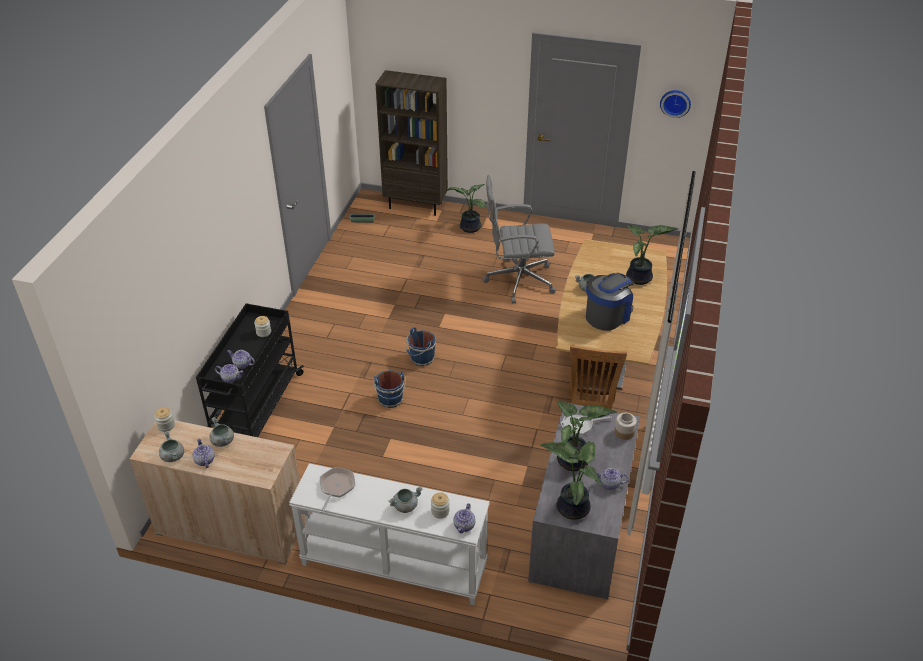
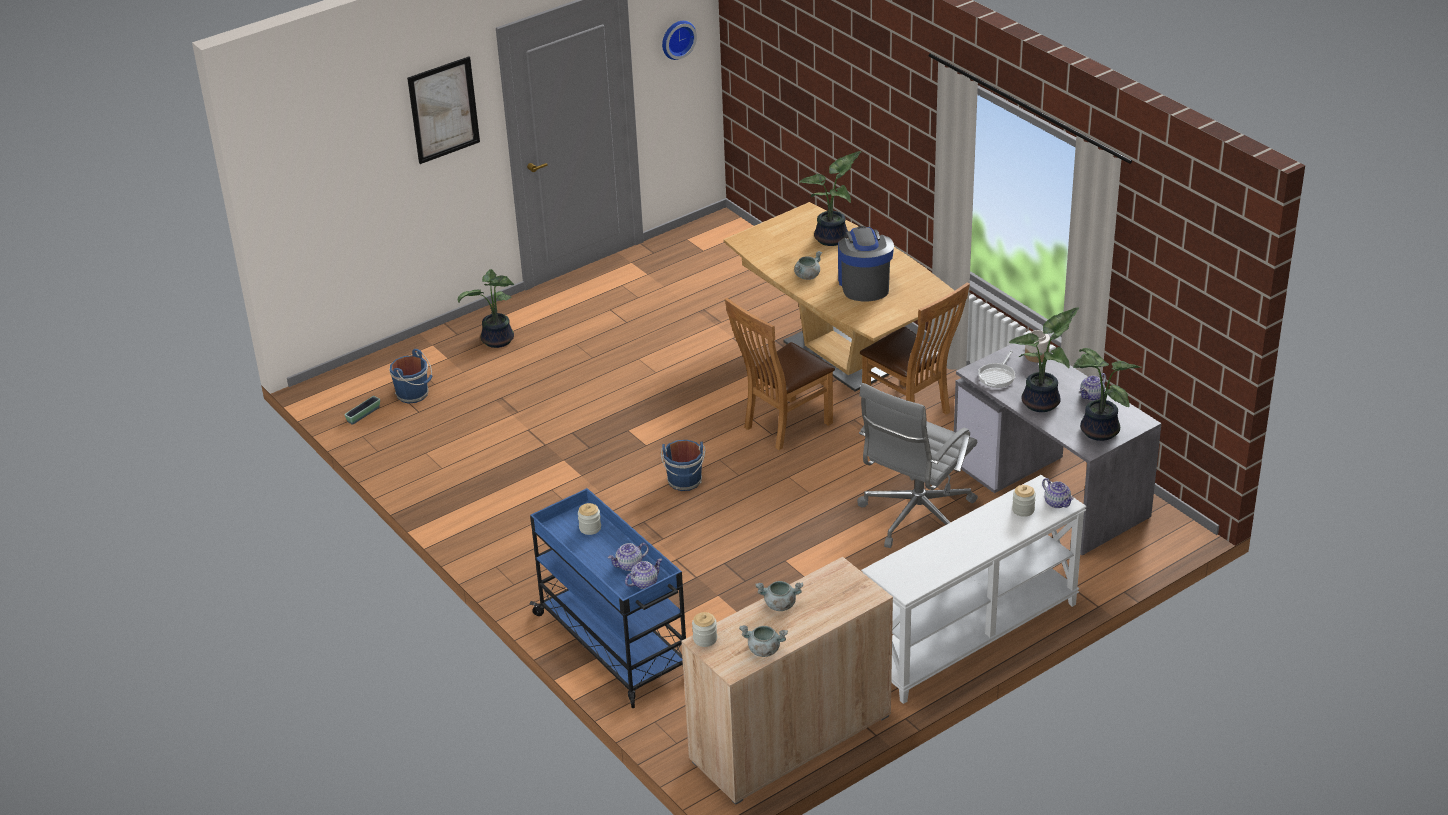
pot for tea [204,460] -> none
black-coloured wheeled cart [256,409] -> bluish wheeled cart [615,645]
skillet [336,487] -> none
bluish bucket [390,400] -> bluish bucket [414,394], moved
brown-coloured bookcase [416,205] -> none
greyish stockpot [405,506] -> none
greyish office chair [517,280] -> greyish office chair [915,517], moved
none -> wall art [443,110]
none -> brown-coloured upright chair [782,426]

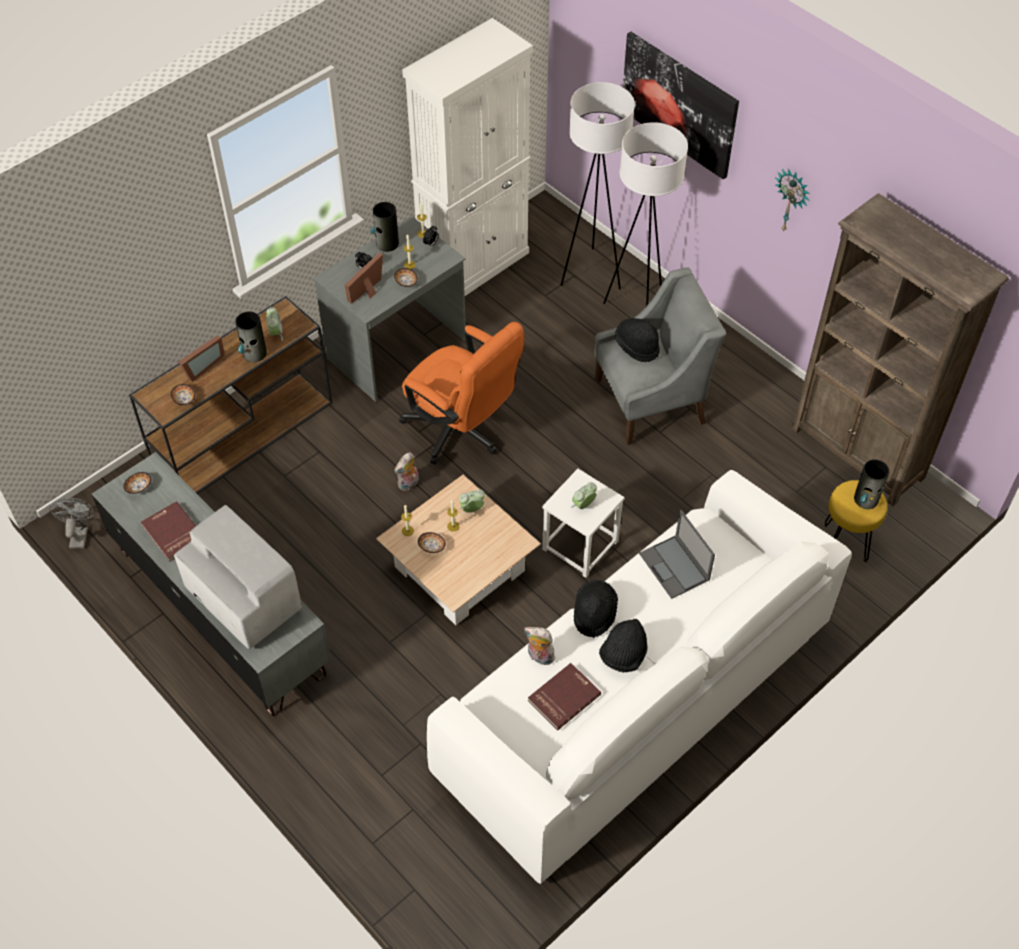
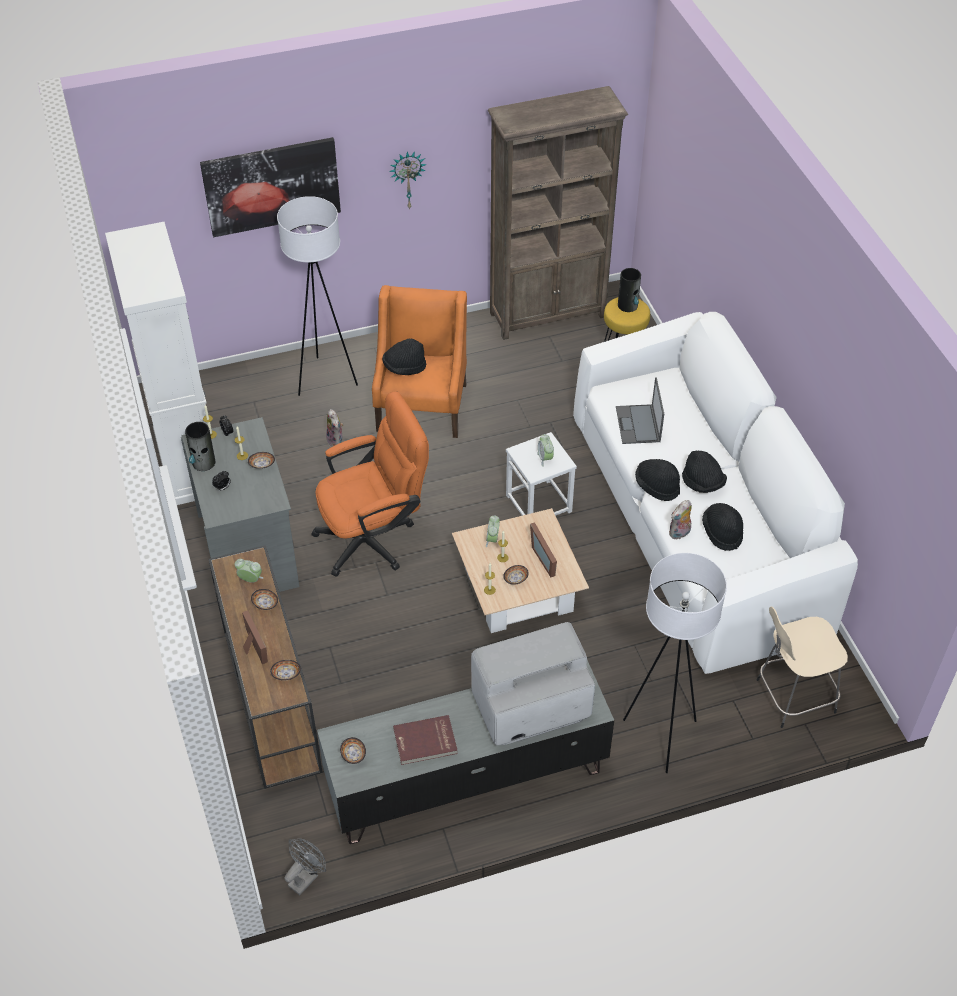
greyish electric fan [79,534] -> greyish electric fan [306,877], 105 degrees clockwise
flower vase [254,353] -> bowl [265,603]
photo frame [369,291] -> photo frame [546,558], moved
soft toy [408,484] -> soft toy [336,440], moved
red-coloured volume [563,697] -> black-coloured hat [722,533]
whitish standing lamp [591,273] -> whitish standing lamp [661,736], moved
greyish armchair [651,401] -> orangey armchair [422,406]
portable computer [675,567] -> portable computer [638,425], 90 degrees clockwise
none -> beige-coloured stool seat [792,696]

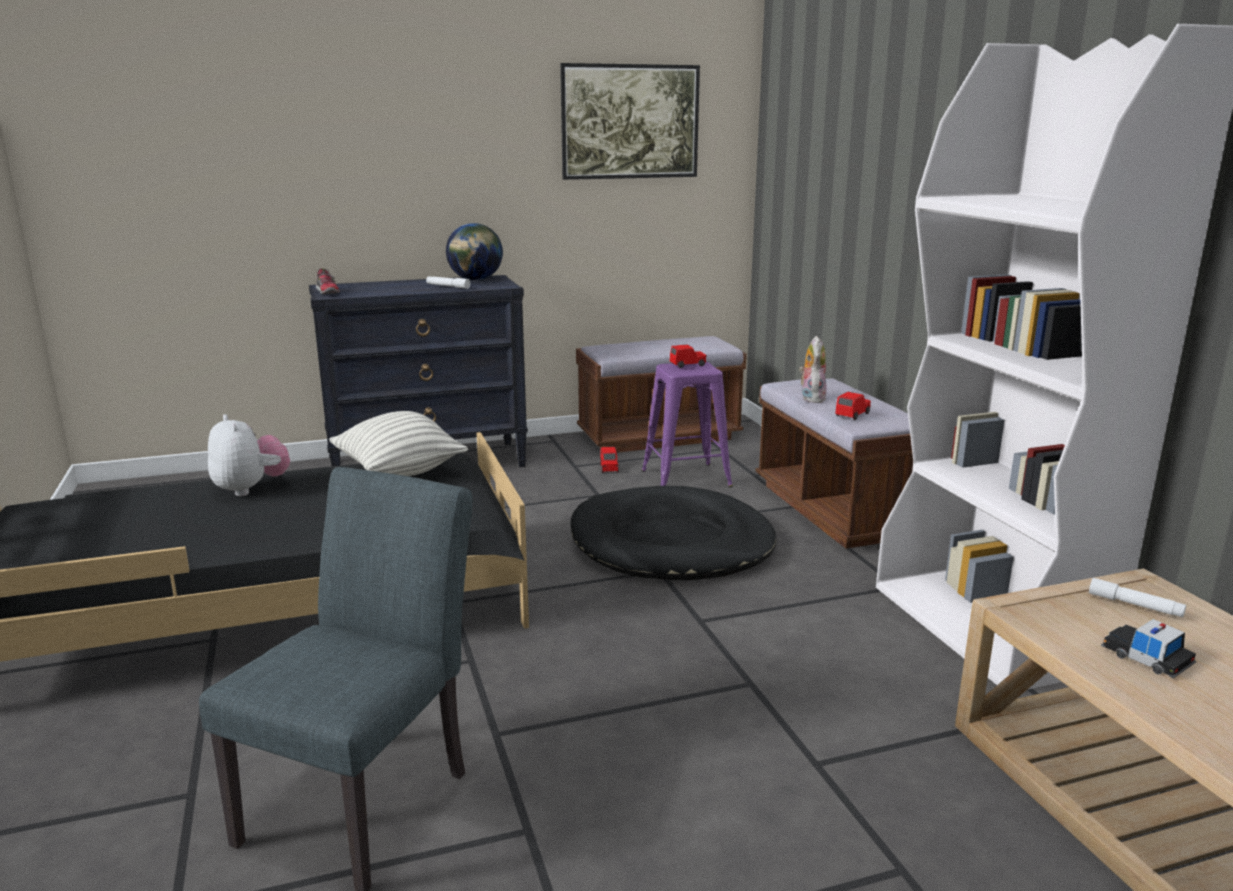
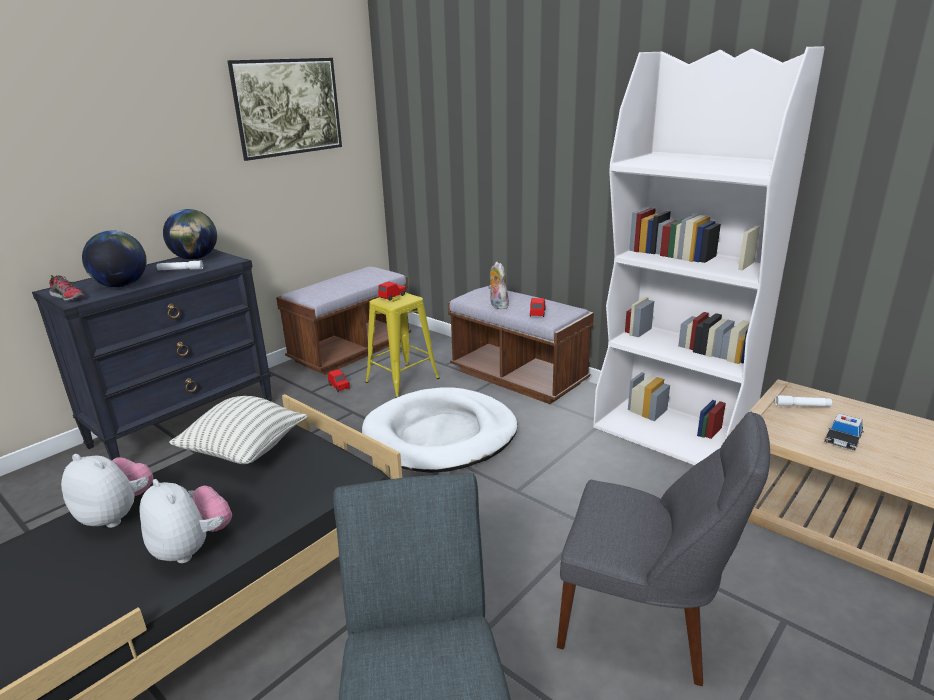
black-coloured pet bed [671,542] -> whitish pet bed [440,435]
purple-coloured stool seat [686,479] -> yellow-coloured stool seat [402,380]
model car [1146,657] -> model car [843,438], 75 degrees counterclockwise
none -> desk globe [121,285]
none -> soft toy [192,548]
none -> greyish upright chair [643,624]

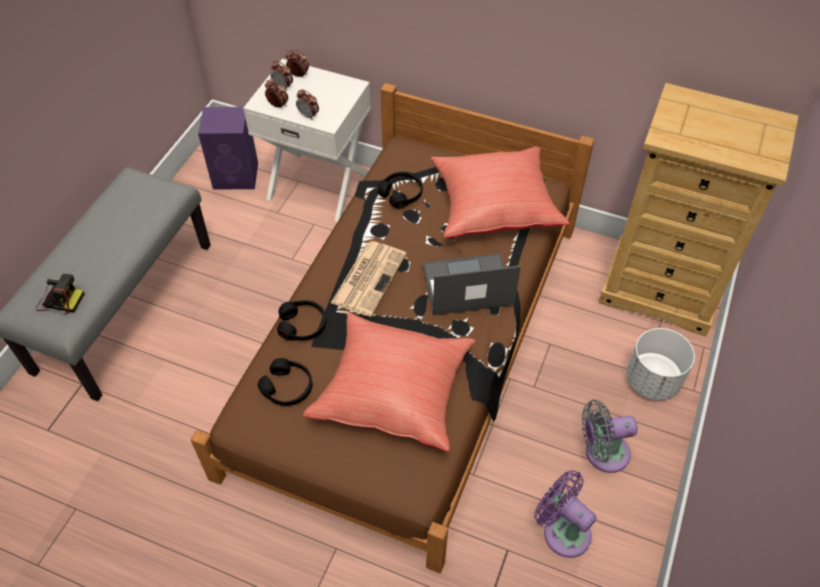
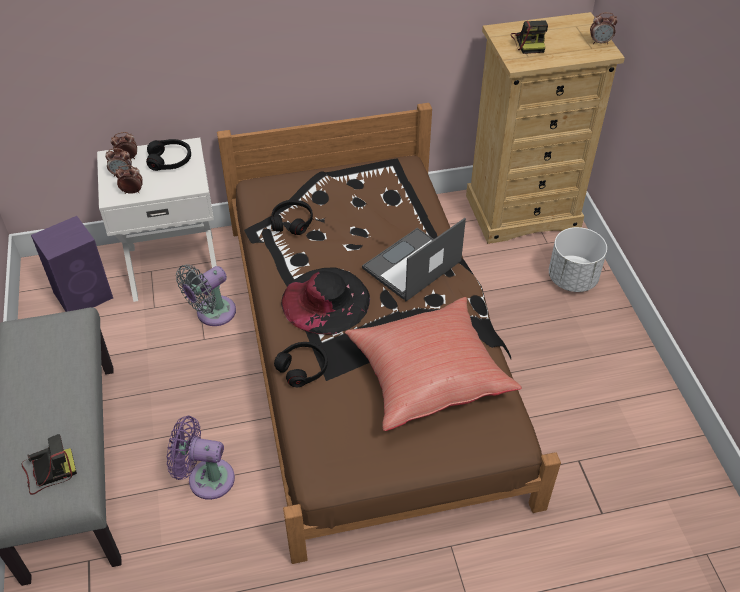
black-coloured headset [287,387] -> black-coloured headset [170,160], moved
table clock [308,115] -> table clock [600,42], moved
newspaper [369,277] -> black-coloured hat [326,300]
red-coloured cushion [494,207] -> none
purple-coloured electric fan [563,530] -> purple-coloured electric fan [206,478], moved
greyish electric fan [602,453] -> greyish electric fan [212,313], moved
none -> still camera [529,42]

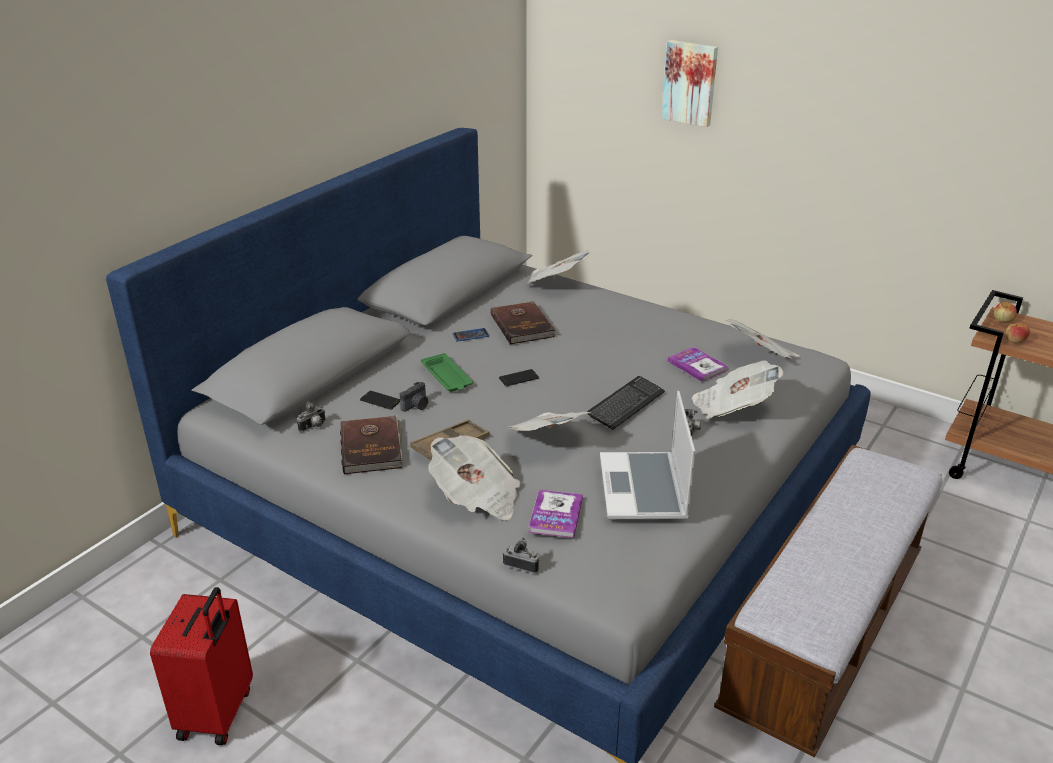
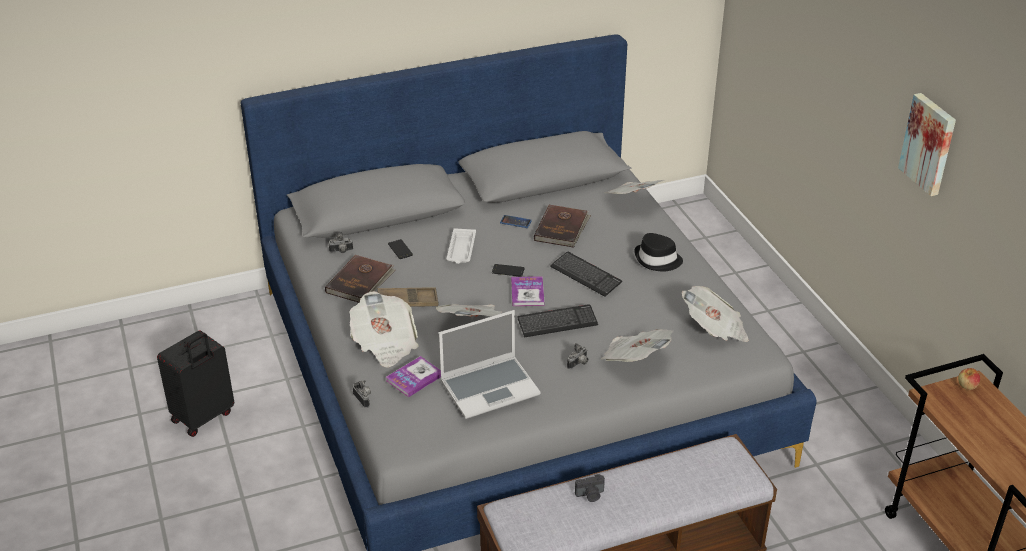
red-coloured travel case [218,713] -> black-coloured travel case [204,417]
still camera [416,406] -> still camera [590,495], moved
green tray [447,377] -> whitish tray [461,249]
portable computer [644,489] -> portable computer [490,387], 150 degrees counterclockwise
wall art [690,83] -> wall art [929,143], moved
volume [697,366] -> volume [527,292], moved
whole apple [1014,341] -> none
none -> PC keyboard [585,275]
none -> black-coloured hat [657,260]

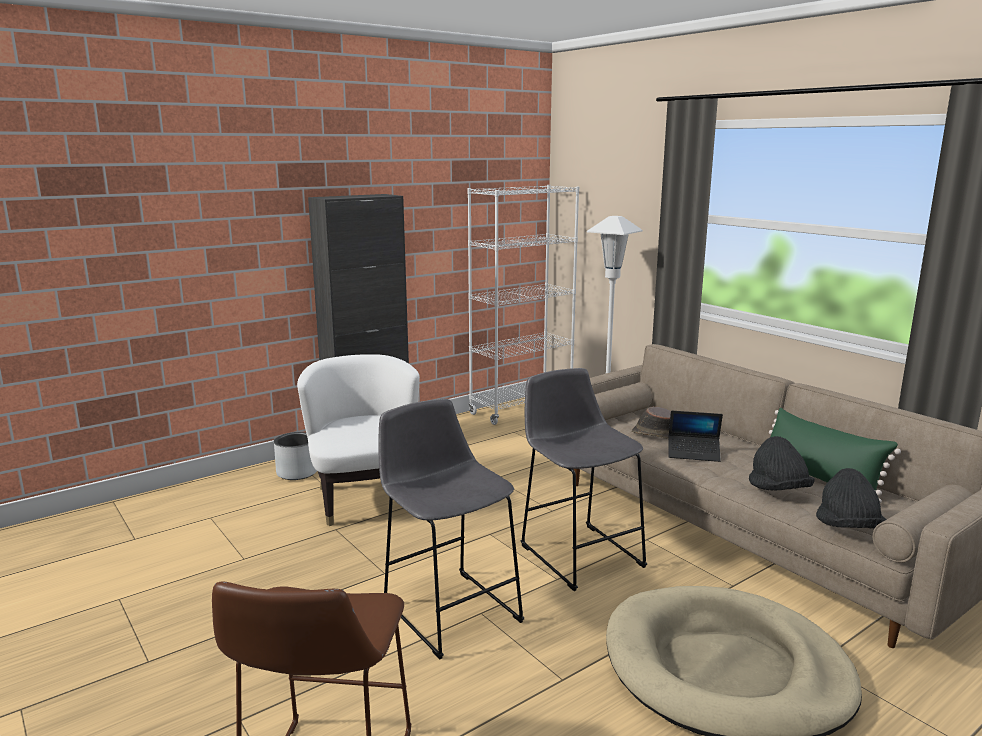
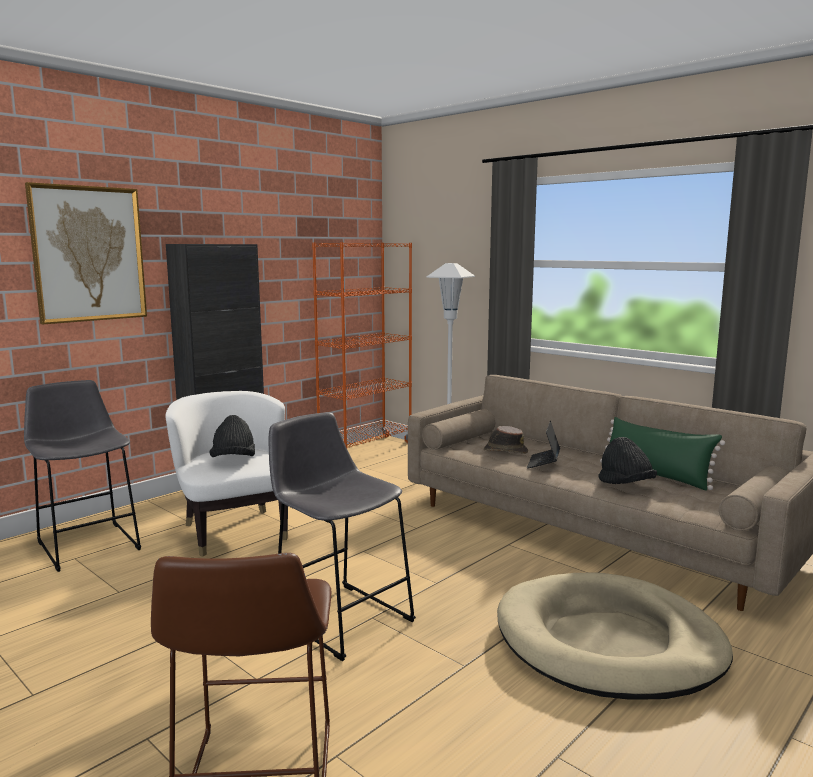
greyish flower pot [297,472] -> none
whitish bookcase [521,409] -> orangey bookcase [366,449]
greyish stool seat [578,552] -> greyish stool seat [88,543], moved
portable computer [693,453] -> portable computer [543,463], 105 degrees clockwise
black-coloured hat [847,528] -> black-coloured hat [233,460], moved
none -> wall art [88,254]

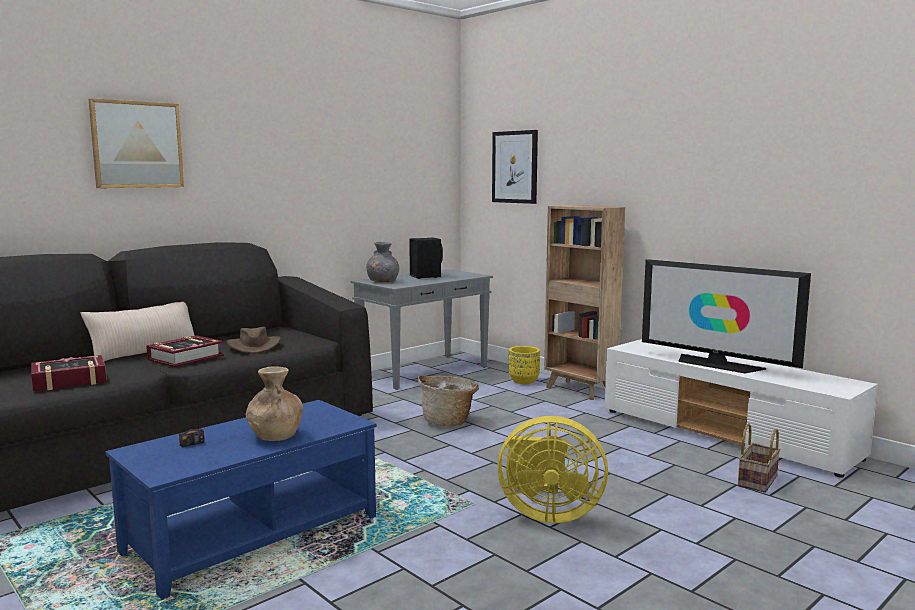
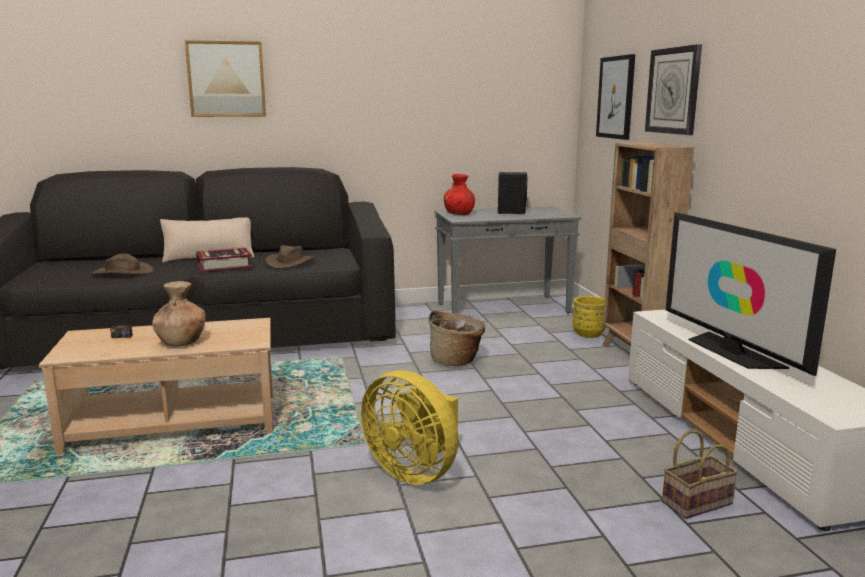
volume [69,381] -> brown-coloured hat [123,272]
bluish lounge table [252,533] -> beige-coloured lounge table [175,421]
greyish flower vase [383,281] -> red-coloured flower vase [459,214]
none -> clock on the wall [673,91]

